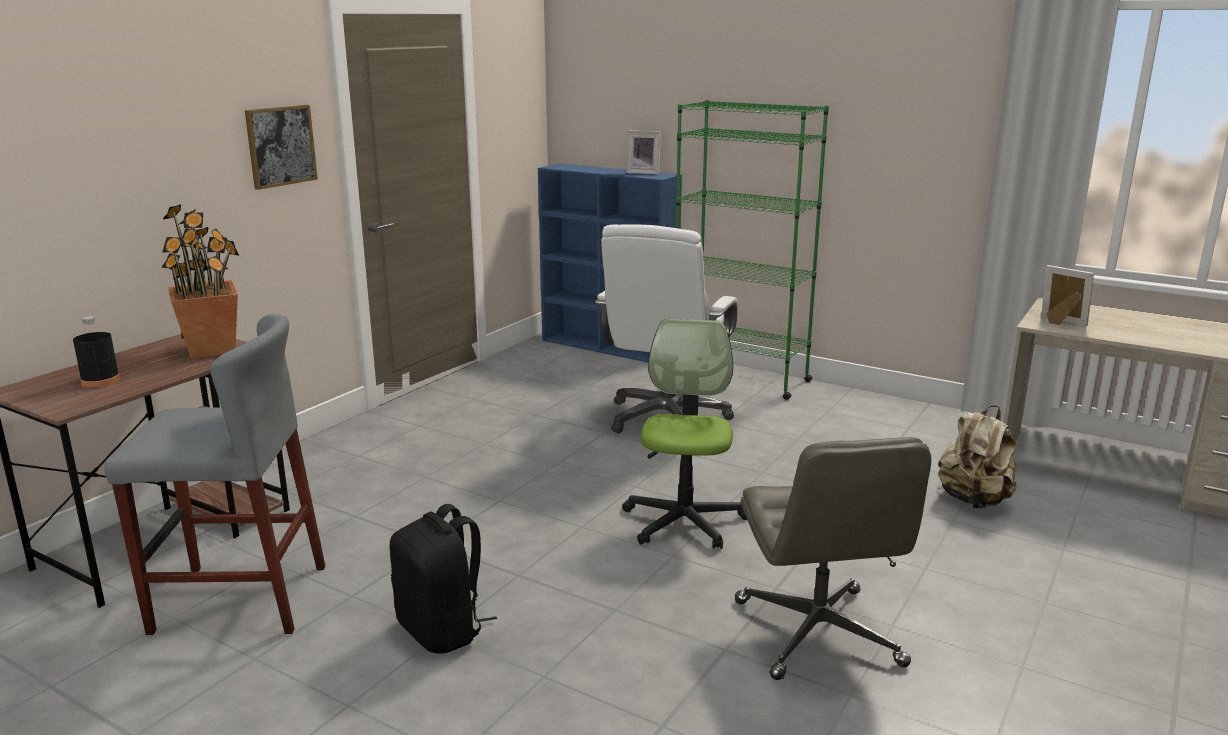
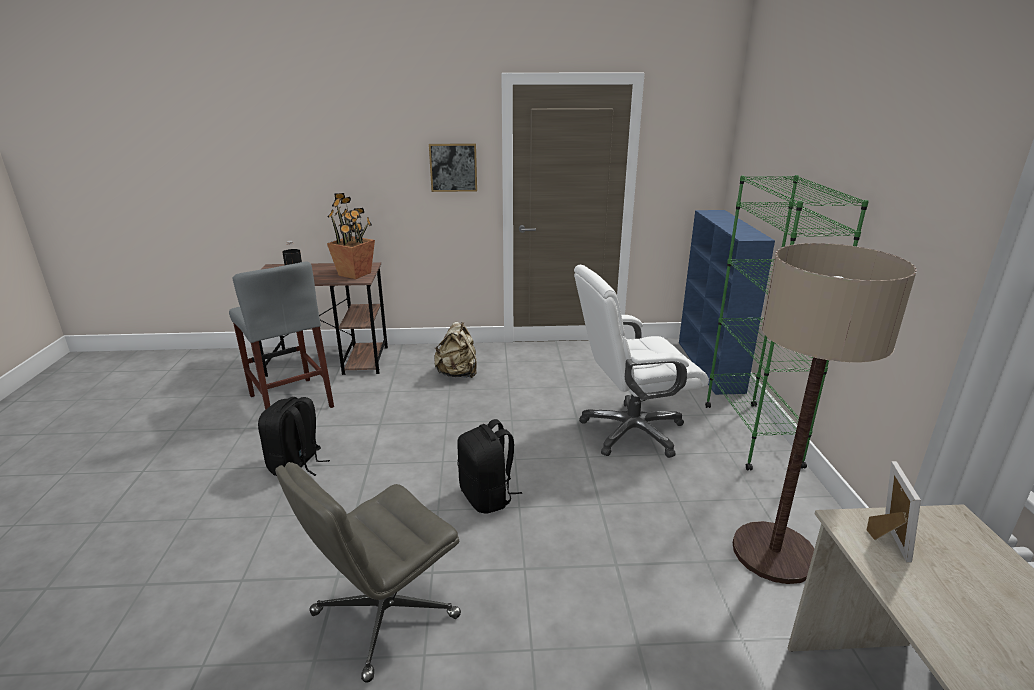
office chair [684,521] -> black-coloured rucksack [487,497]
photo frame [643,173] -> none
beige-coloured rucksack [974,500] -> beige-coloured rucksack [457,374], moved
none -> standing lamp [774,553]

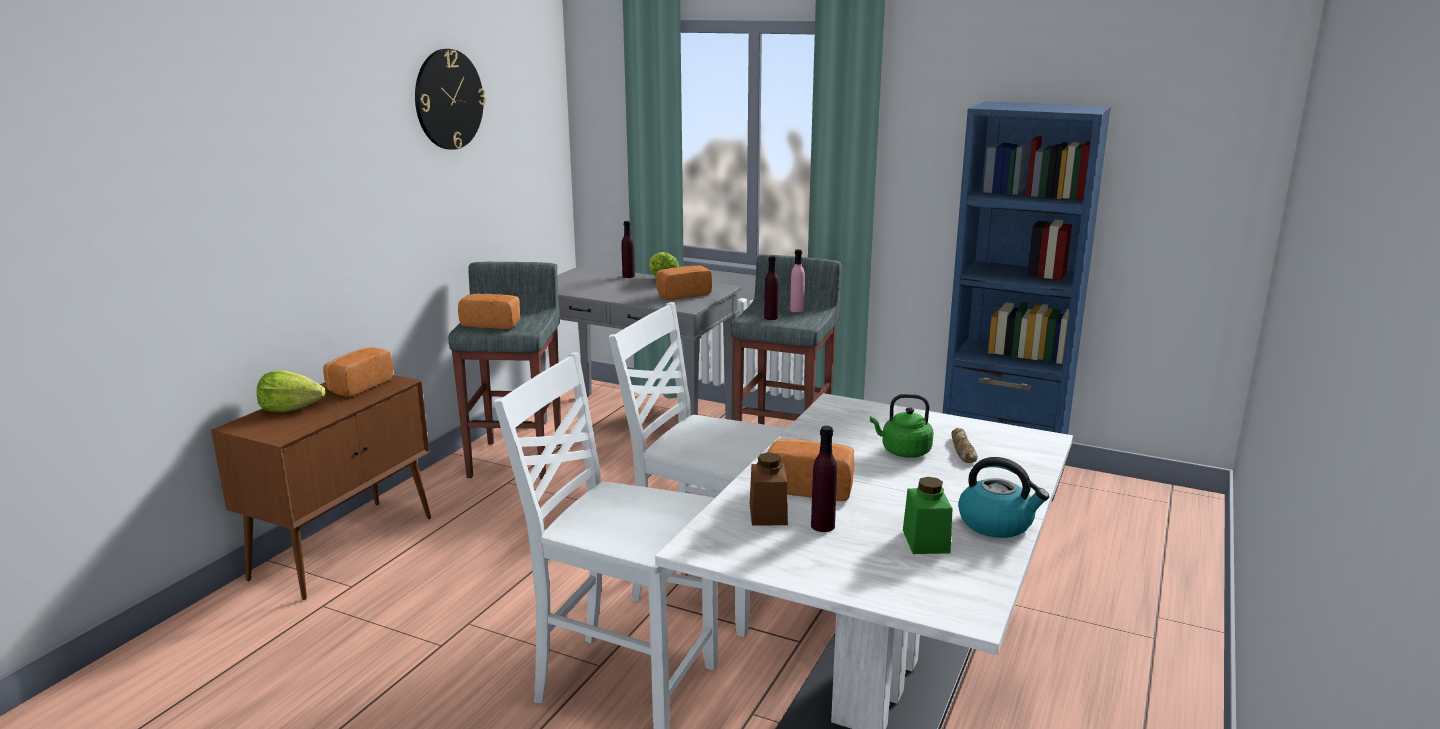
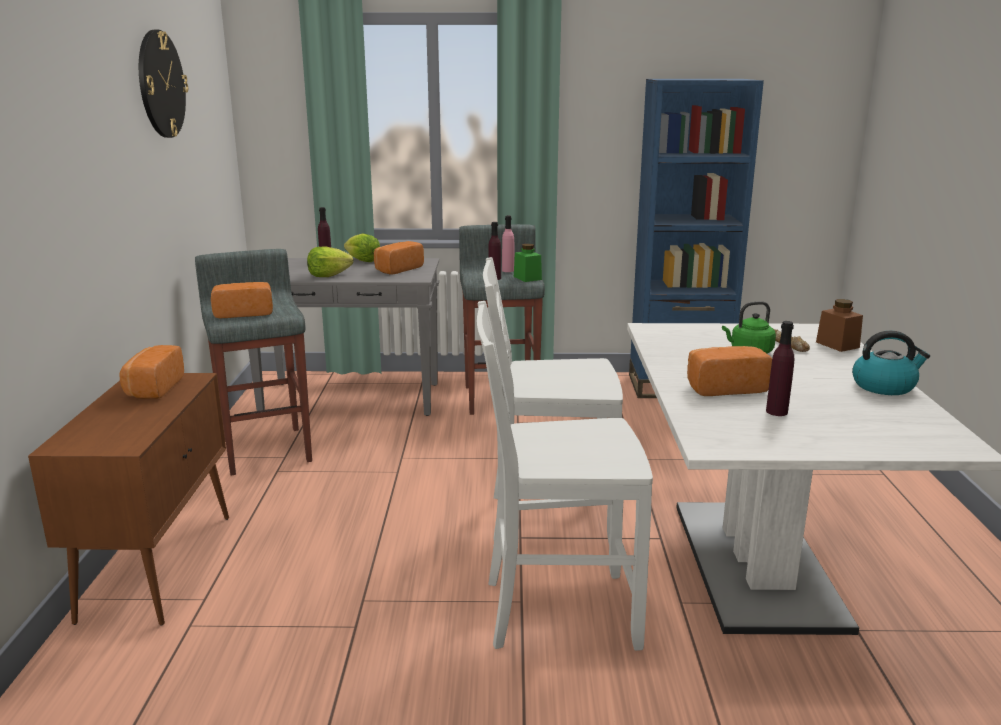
lettuce head [290,409] -> lettuce head [328,275], moved
brown-coloured jar [768,514] -> brown-coloured jar [837,345], moved
green jar [926,541] -> green jar [527,278], moved

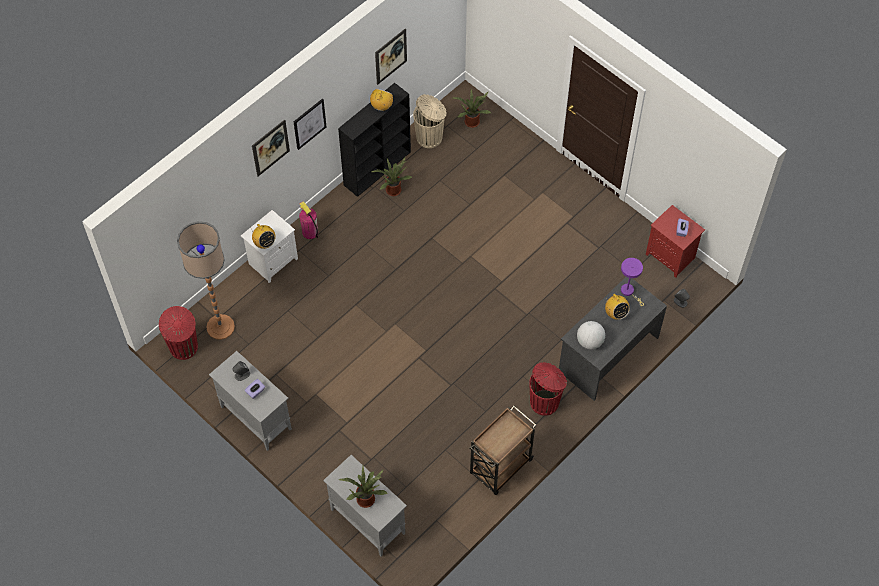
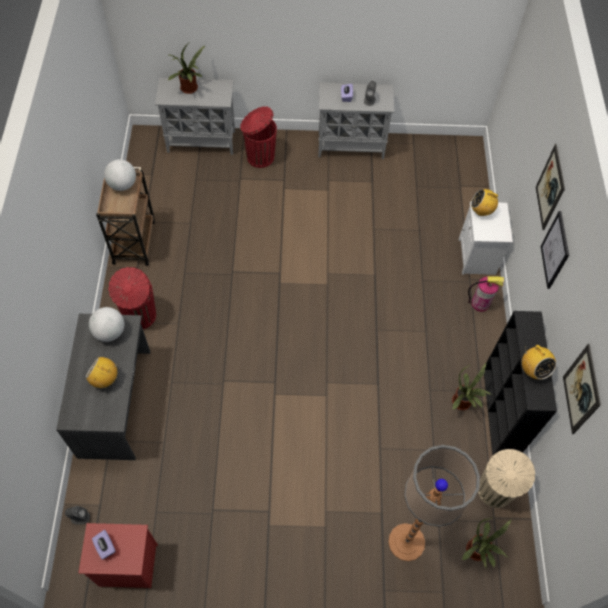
red-coloured rubbish bin [184,348] -> red-coloured rubbish bin [259,157], moved
standing lamp [220,327] -> standing lamp [406,542], moved
purple-coloured tabletop lamp [629,292] -> none
none -> desk globe [122,185]

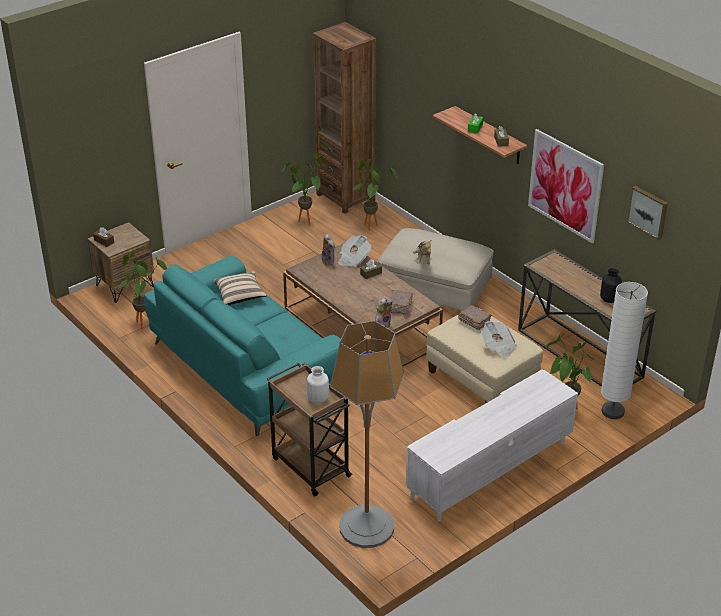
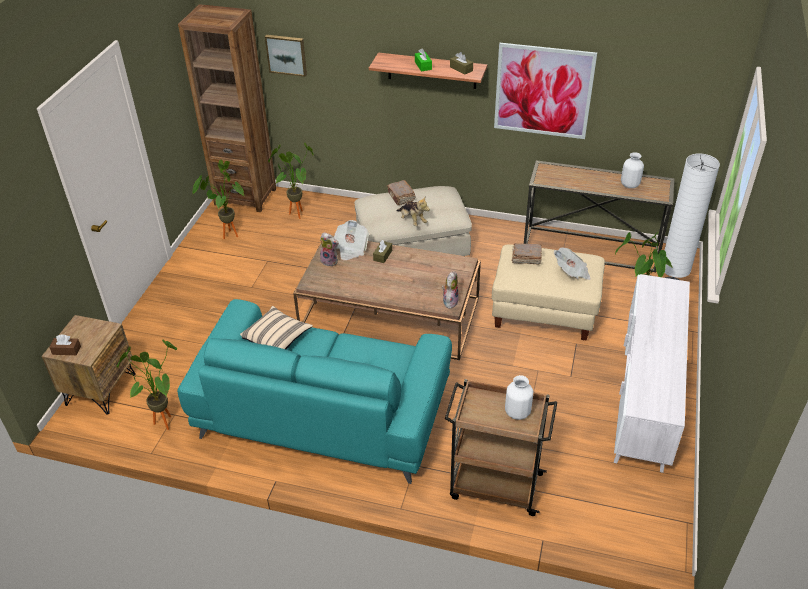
standing lamp [366,527] -> none
brown-coloured volume [400,306] -> brown-coloured volume [401,197], moved
black-coloured flower vase [609,299] -> whitish flower vase [630,184]
wall art [648,211] -> wall art [286,54], moved

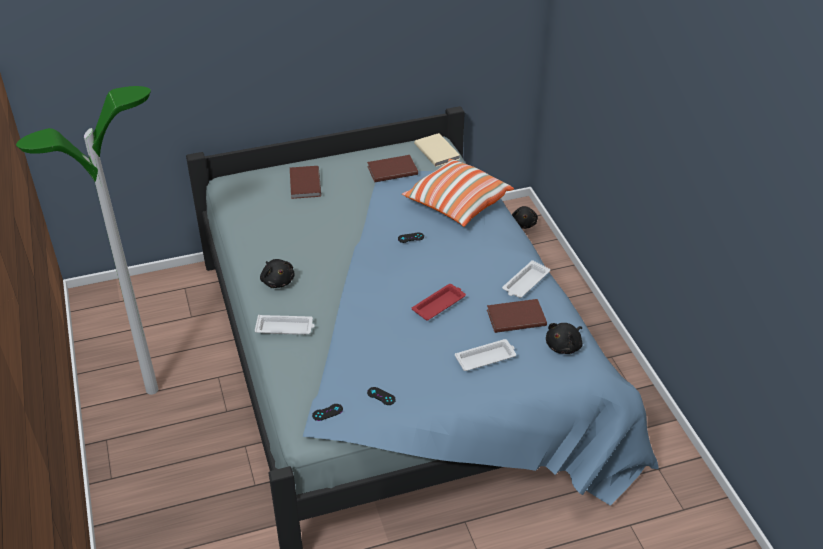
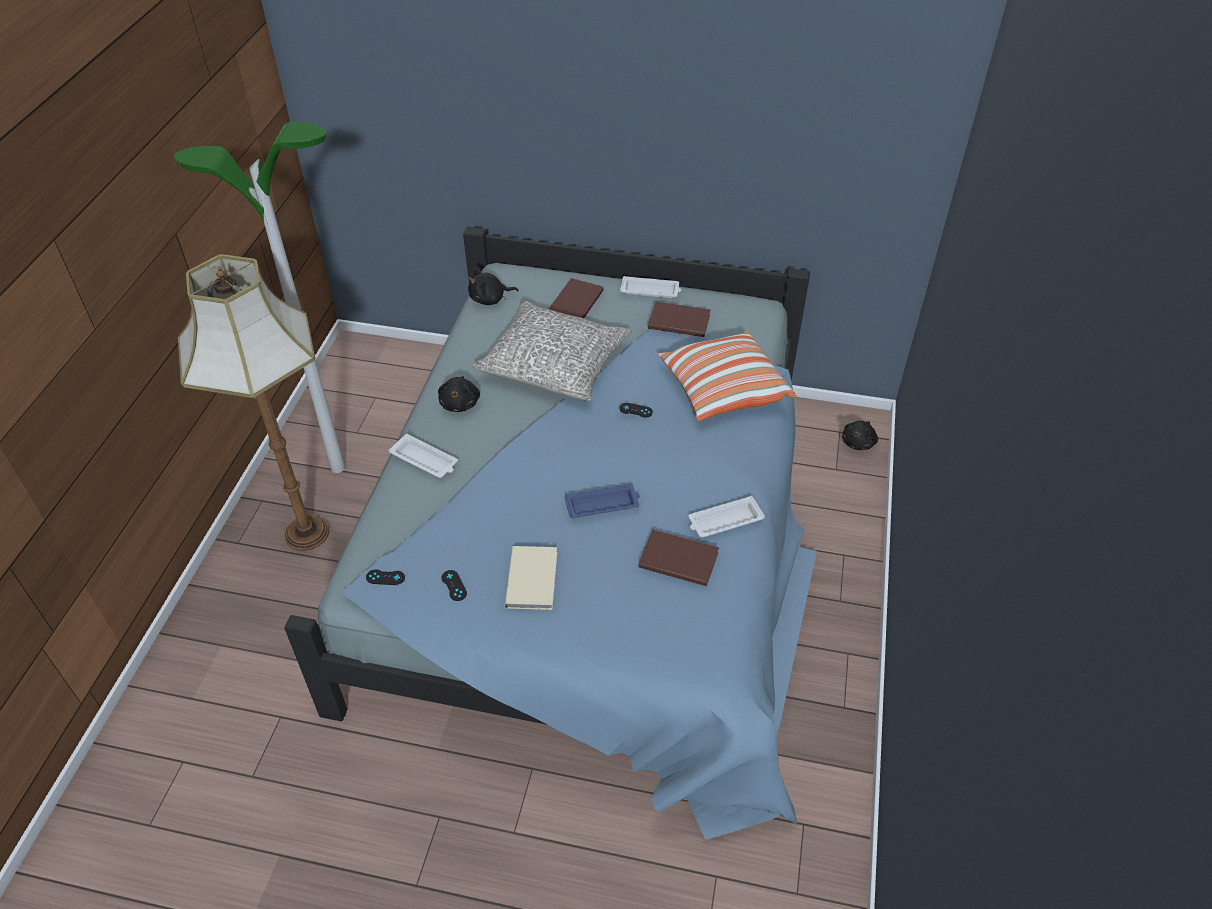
red-coloured tray [439,304] -> bluish tray [603,504]
beige-coloured volume [437,151] -> beige-coloured volume [533,578], moved
whitish tray [486,358] -> whitish tray [651,291], moved
black-coloured soft toy [564,346] -> black-coloured soft toy [490,299], moved
none -> standing lamp [307,532]
none -> greyish cushion [554,364]

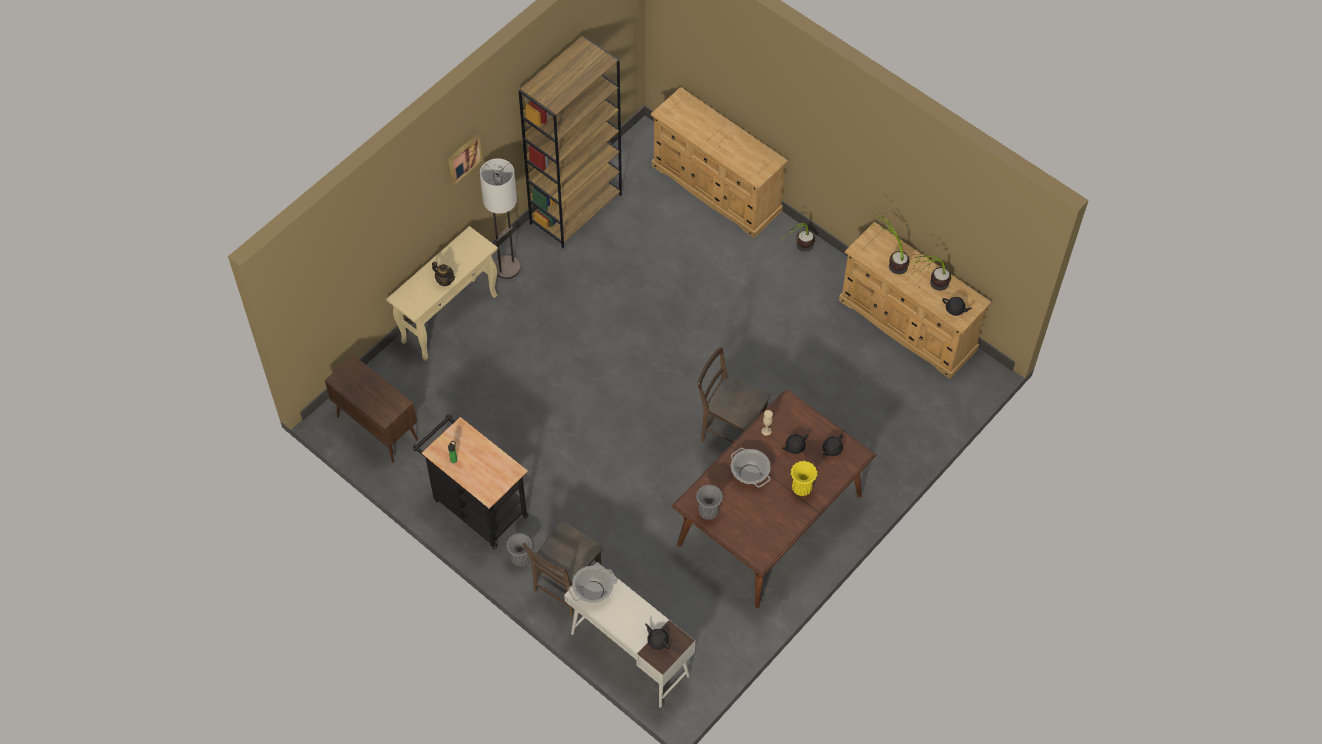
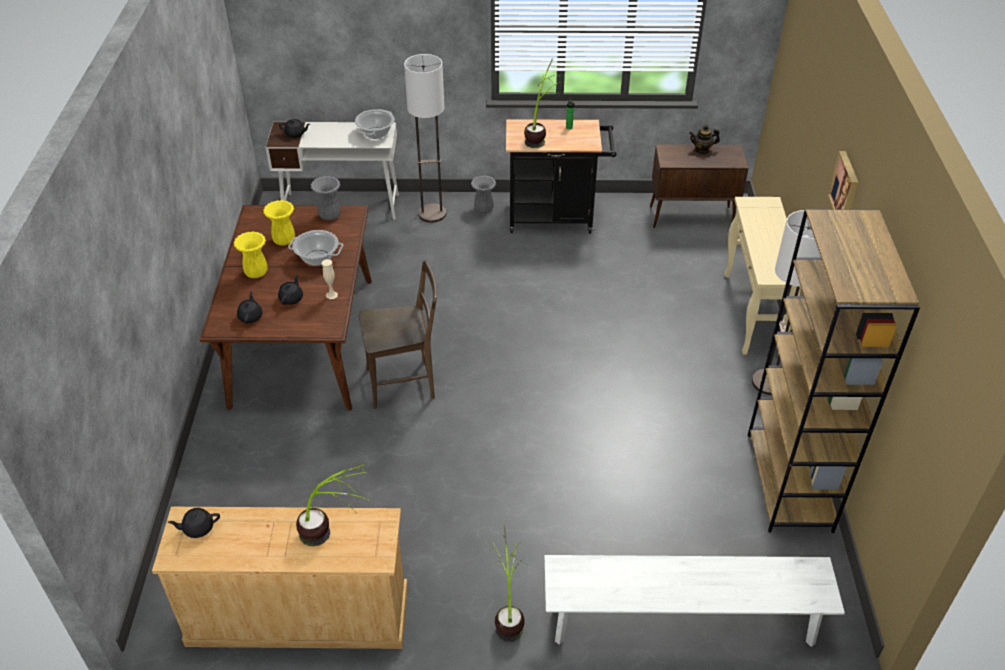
pot for tea [445,280] -> pot for tea [702,150], moved
brown-coloured upright chair [565,586] -> standing lamp [432,213]
beige-coloured chest of drawers [717,188] -> whitish indoor bench [682,622]
potted plant [928,286] -> potted plant [540,135], moved
none -> yellow-coloured flower vase [284,241]

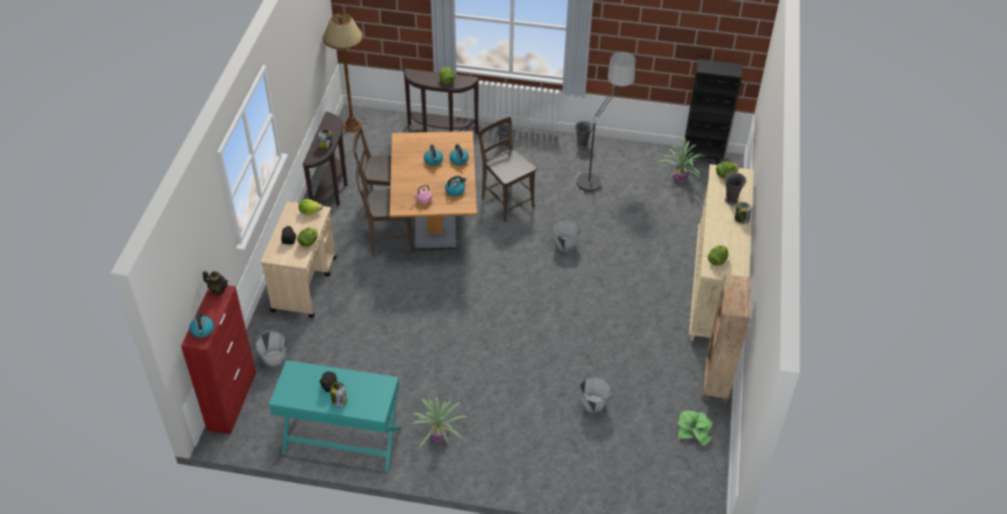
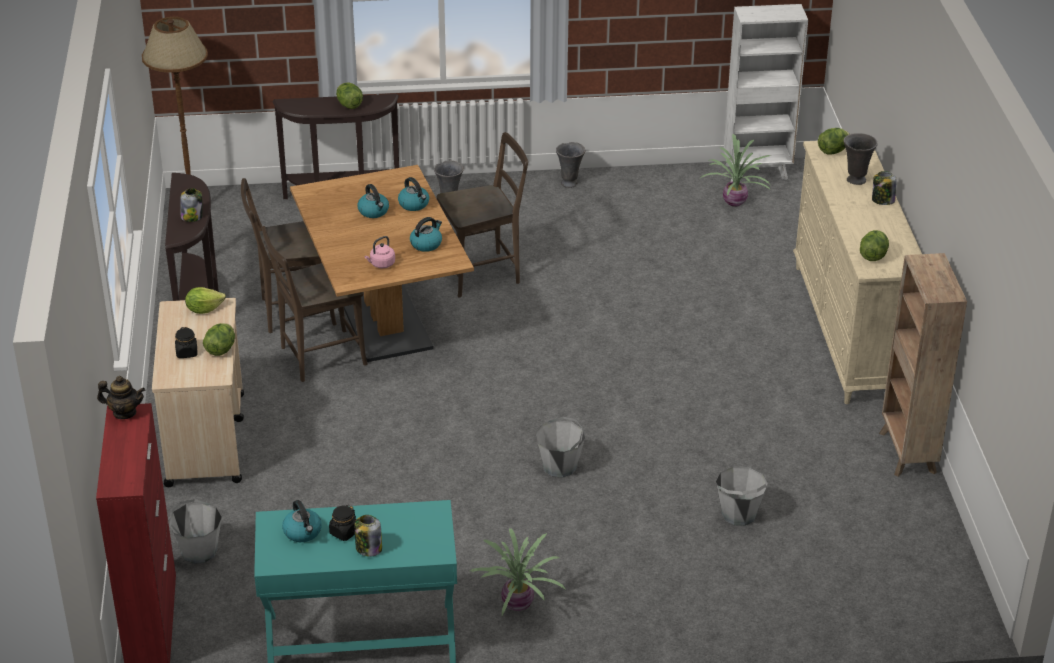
kettle [202,330] -> kettle [303,532], moved
brown-coloured upright chair [506,201] -> brown-coloured upright chair [484,273], 120 degrees clockwise
greyish bucket [565,245] -> greyish bucket [560,466], moved
standing lamp [599,172] -> none
potted plant [694,430] -> none
black-coloured bookcase [703,159] -> whitish bookcase [757,172]

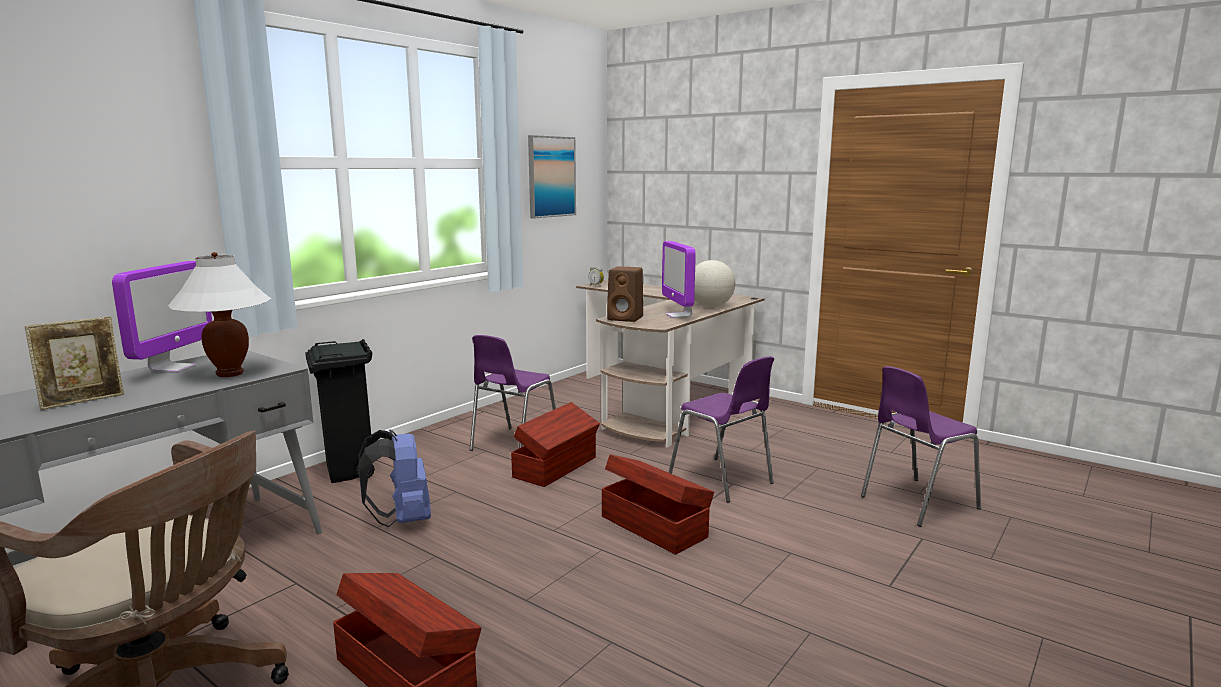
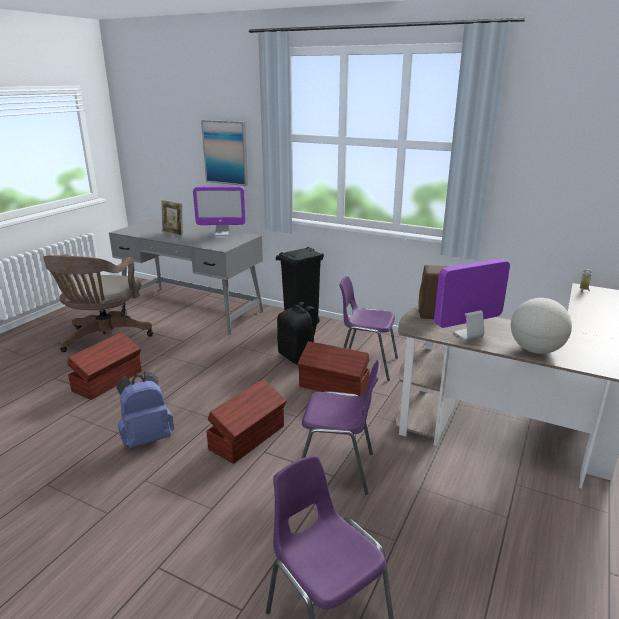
whitish tabletop lamp [229,374] -> none
bluish rucksack [402,519] -> bluish rucksack [147,438], moved
wall art [551,177] -> wall art [225,152], moved
purple-coloured upright chair [722,481] -> purple-coloured upright chair [337,469], 120 degrees counterclockwise
none -> black-coloured rucksack [298,357]

